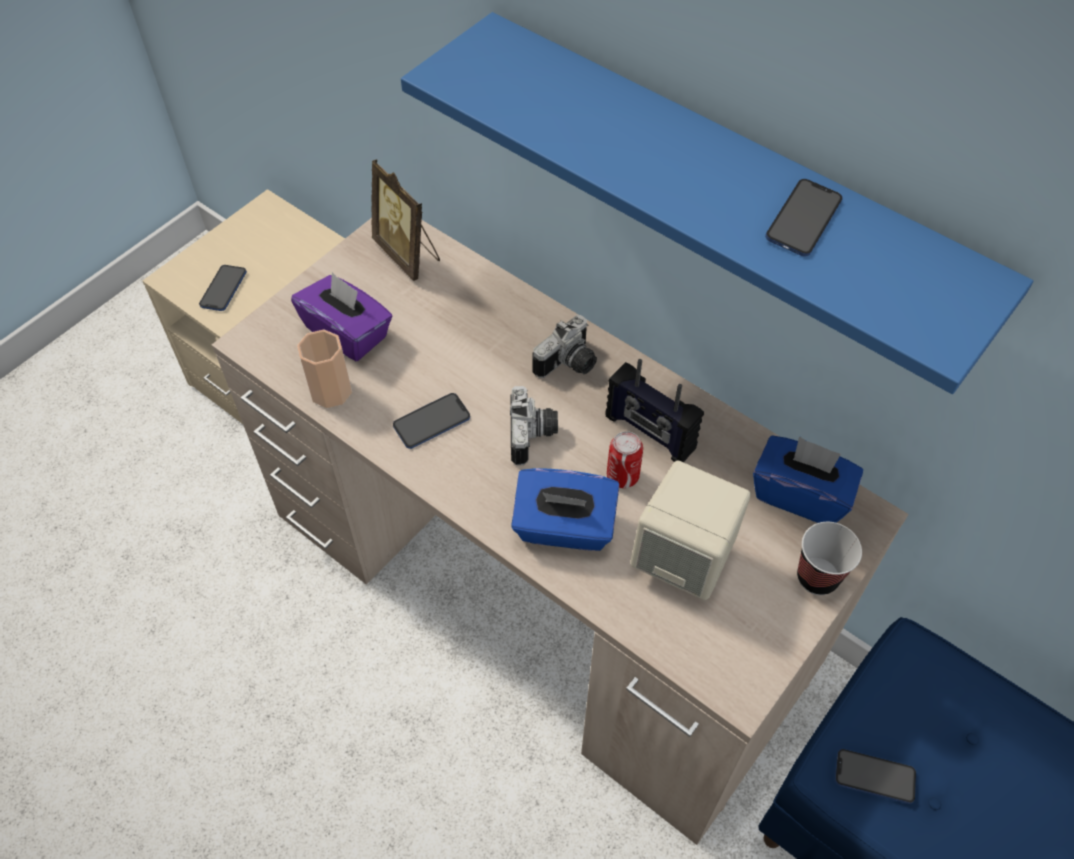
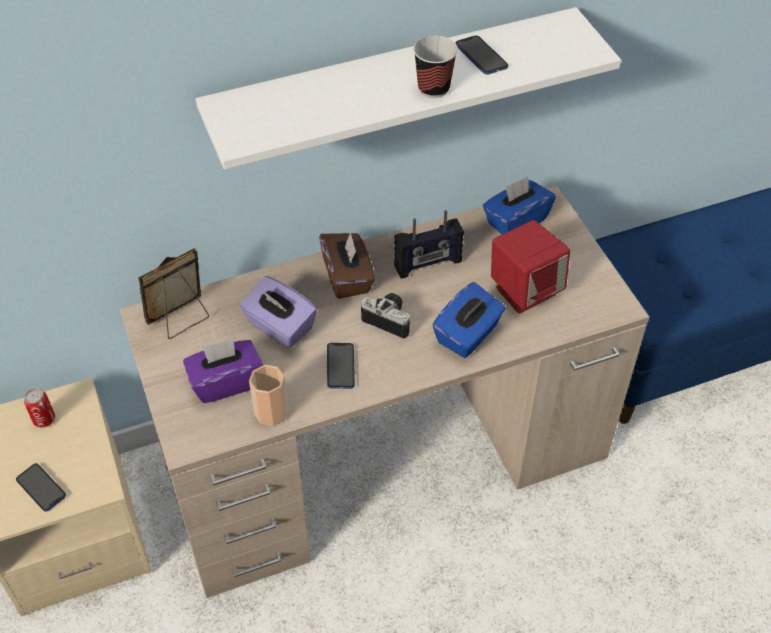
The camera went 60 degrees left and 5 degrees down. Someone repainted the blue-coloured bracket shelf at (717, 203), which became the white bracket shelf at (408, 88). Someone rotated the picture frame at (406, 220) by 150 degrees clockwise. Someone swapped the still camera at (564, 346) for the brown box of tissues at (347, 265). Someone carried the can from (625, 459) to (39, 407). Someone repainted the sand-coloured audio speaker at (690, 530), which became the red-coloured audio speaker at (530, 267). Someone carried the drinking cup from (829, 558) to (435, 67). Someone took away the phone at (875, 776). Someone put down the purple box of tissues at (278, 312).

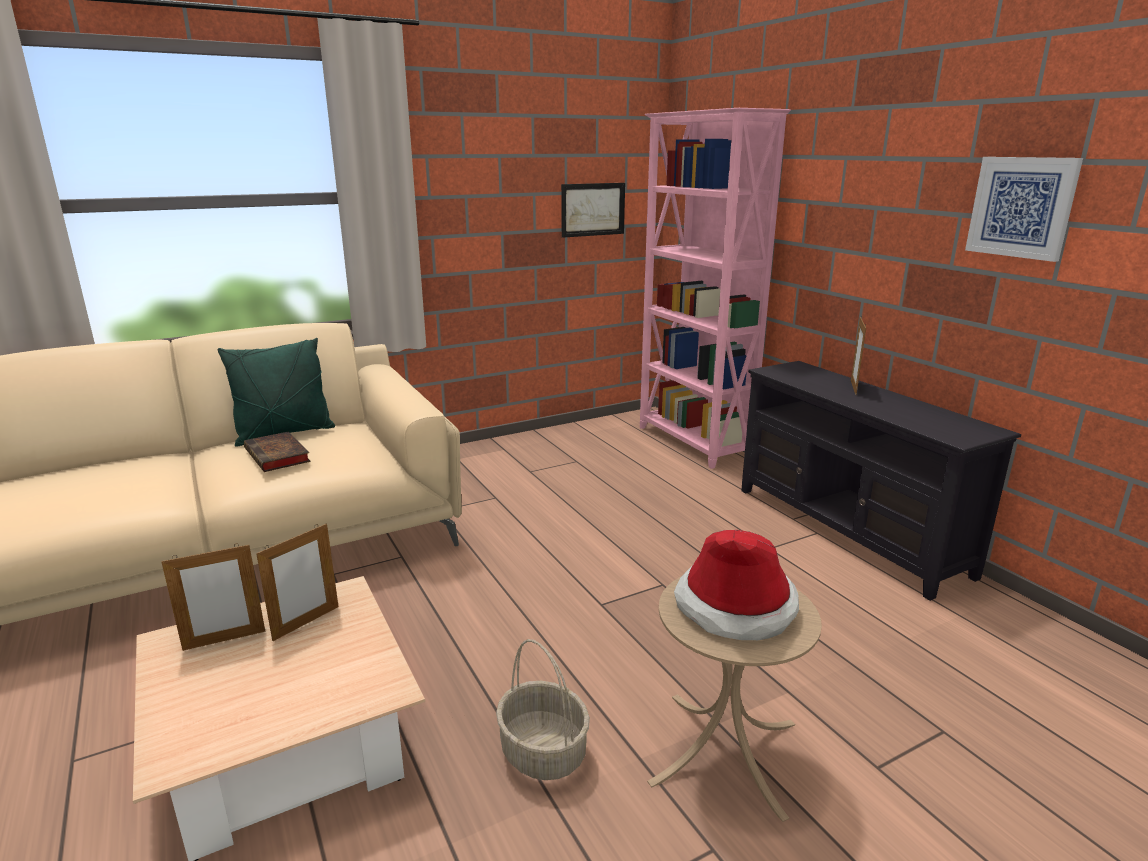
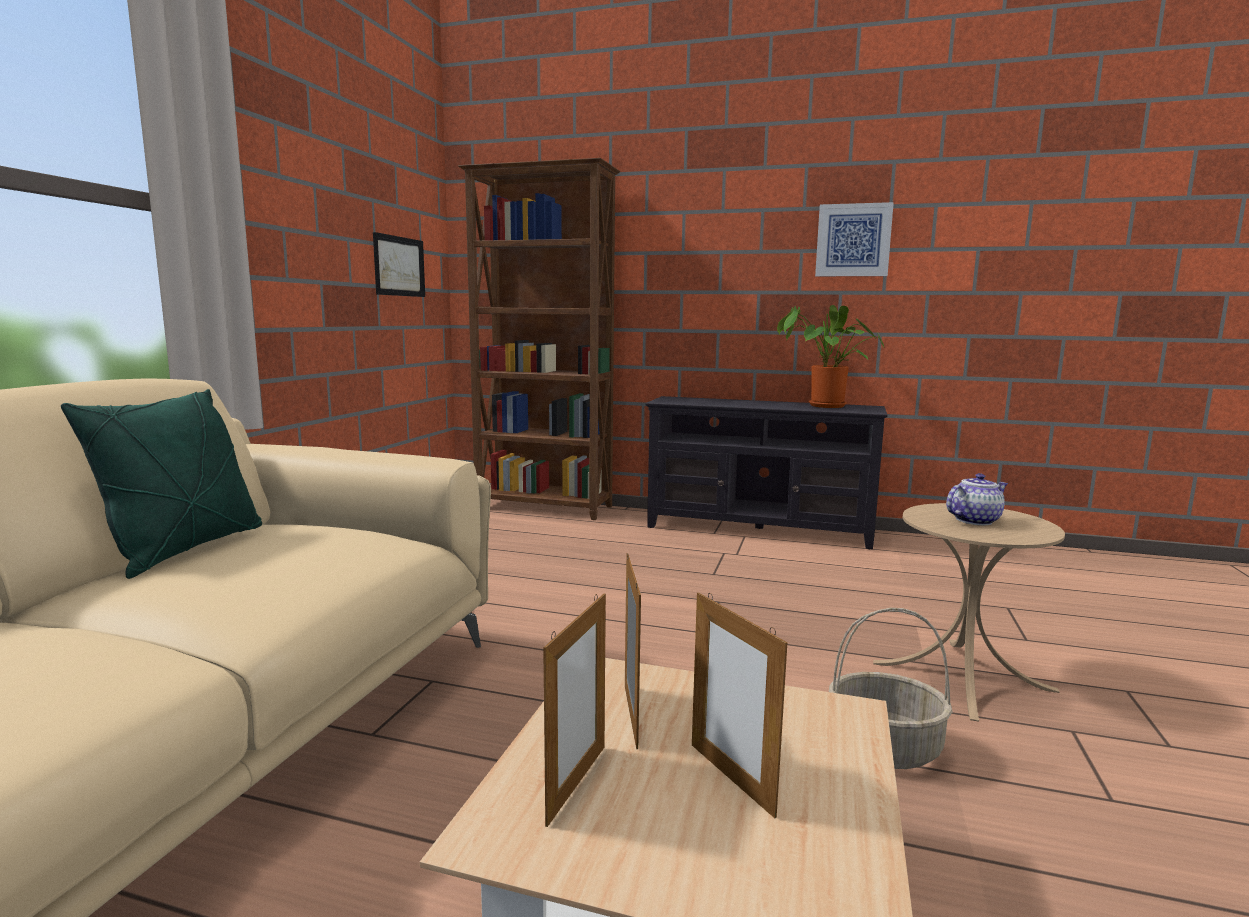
The camera went 45 degrees left and 10 degrees down. Someone repainted the pinkish bookcase at (715, 288), which became the brown bookcase at (539, 339). Someone carried the picture frame from (858, 356) to (739, 705). Someone took away the book at (277, 451). Someone swapped the hat at (736, 585) for the tea pot at (977, 499). Someone put down the potted plant at (830, 356).

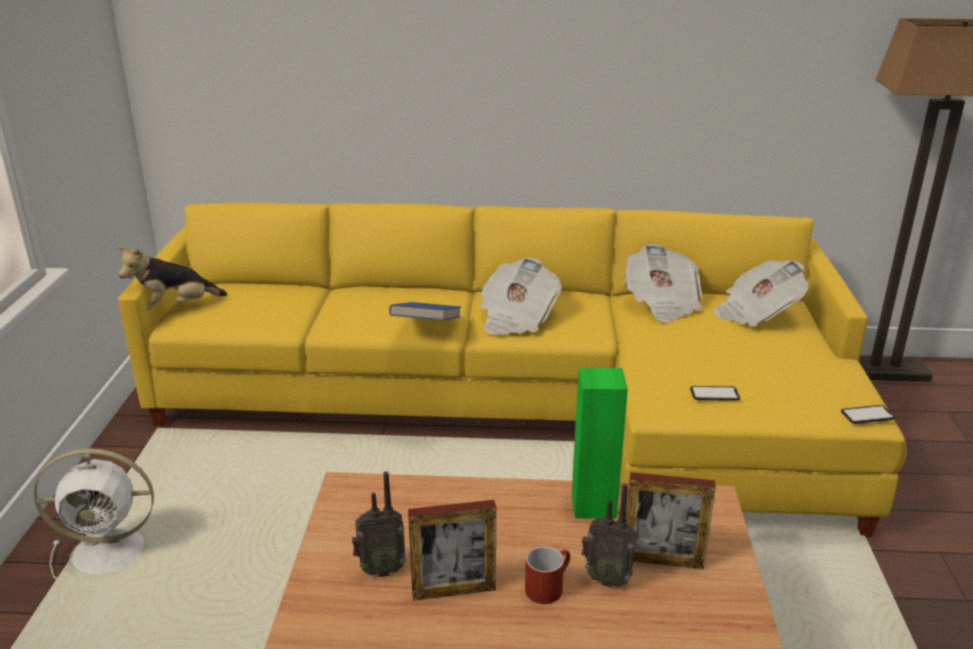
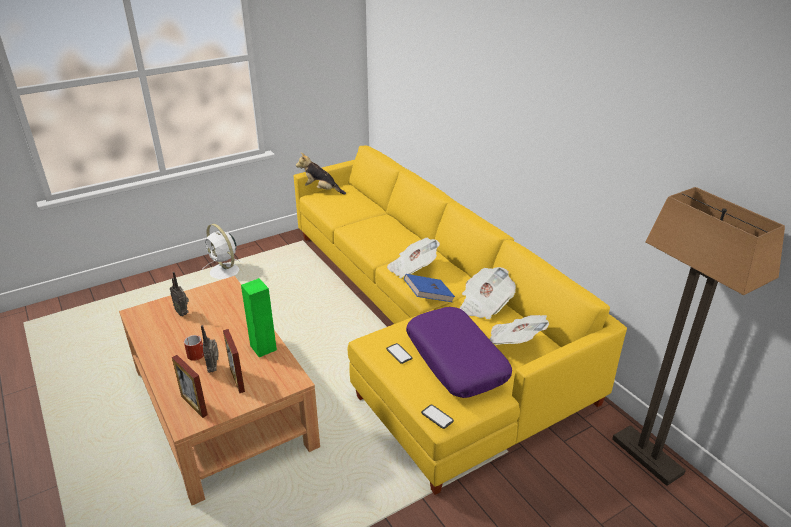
The camera went 55 degrees right and 5 degrees up. Someone carried the blue-coloured book from (424, 311) to (429, 288). Someone carried the picture frame from (452, 550) to (190, 386). Someone put down the purple pillow at (459, 352).

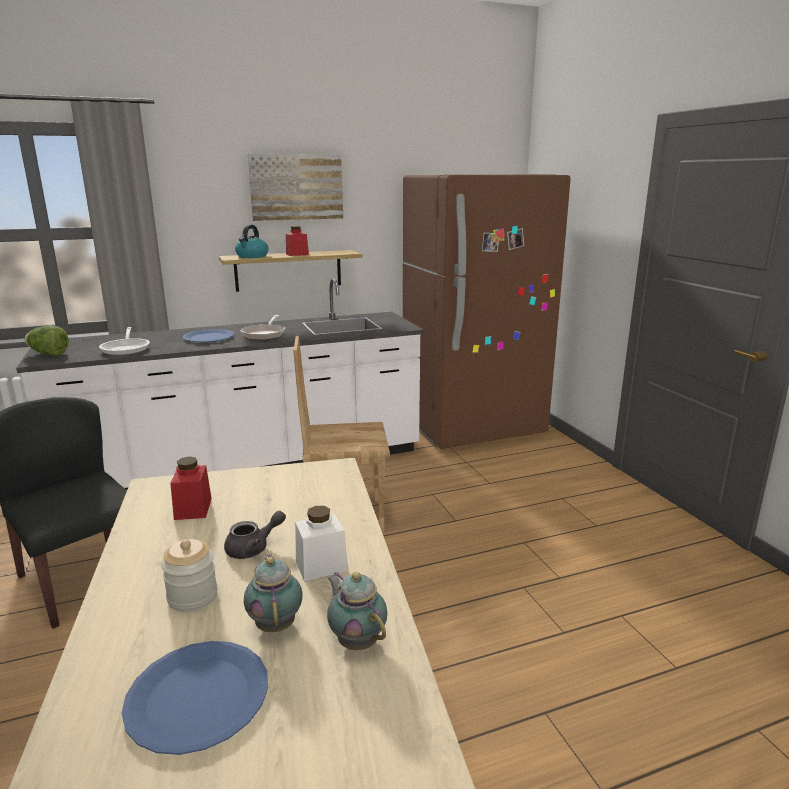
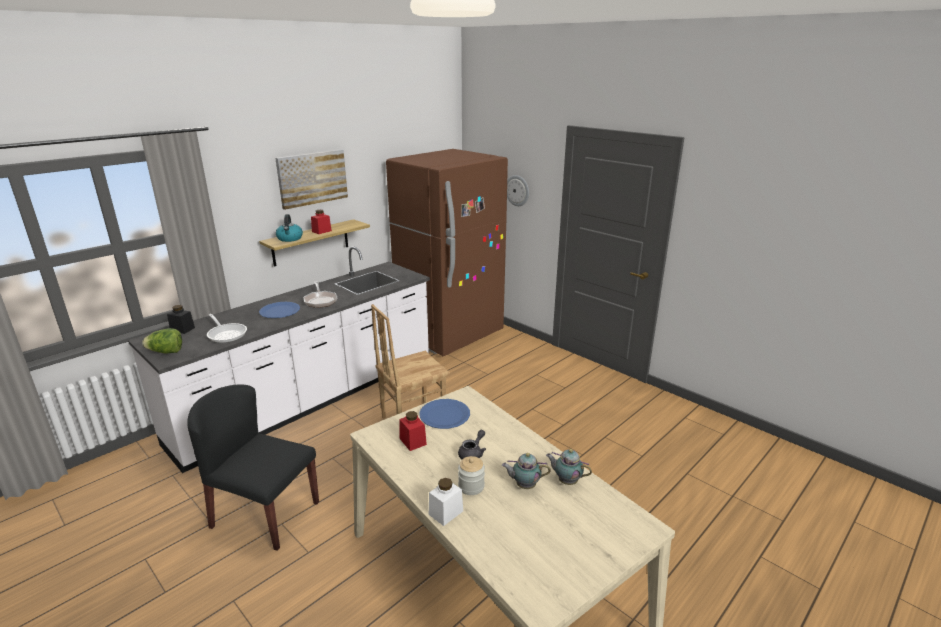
The camera went 25 degrees left and 5 degrees up. Someone carried the white storage jar from (321, 543) to (446, 502). Someone rotated the tea pot at (273, 593) by 45 degrees counterclockwise. Someone carried the blue-coloured plate from (195, 698) to (444, 414). Someone put up the clock on the wall at (518, 190). Someone put down the black storage jar at (181, 319).

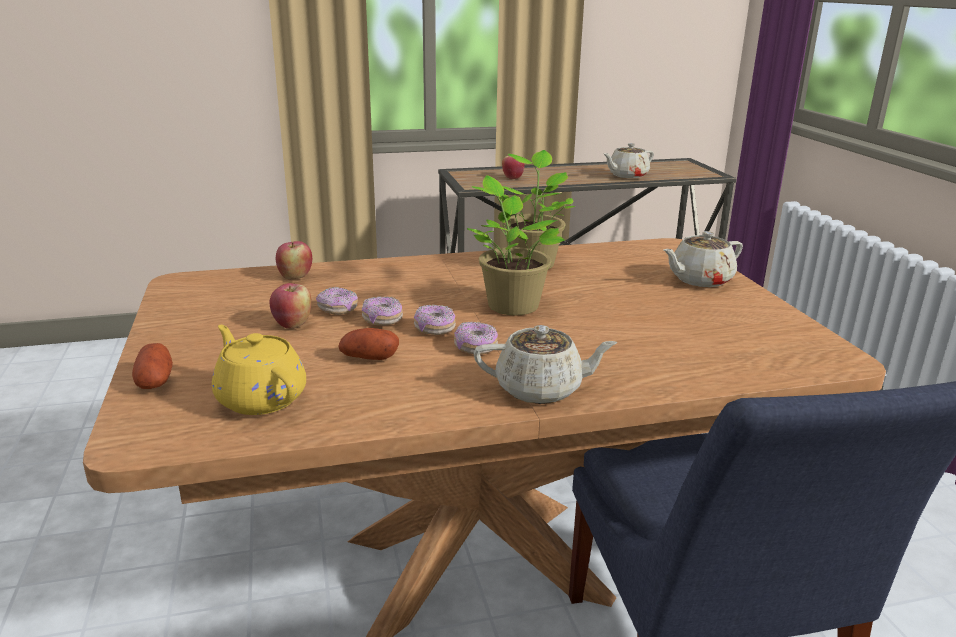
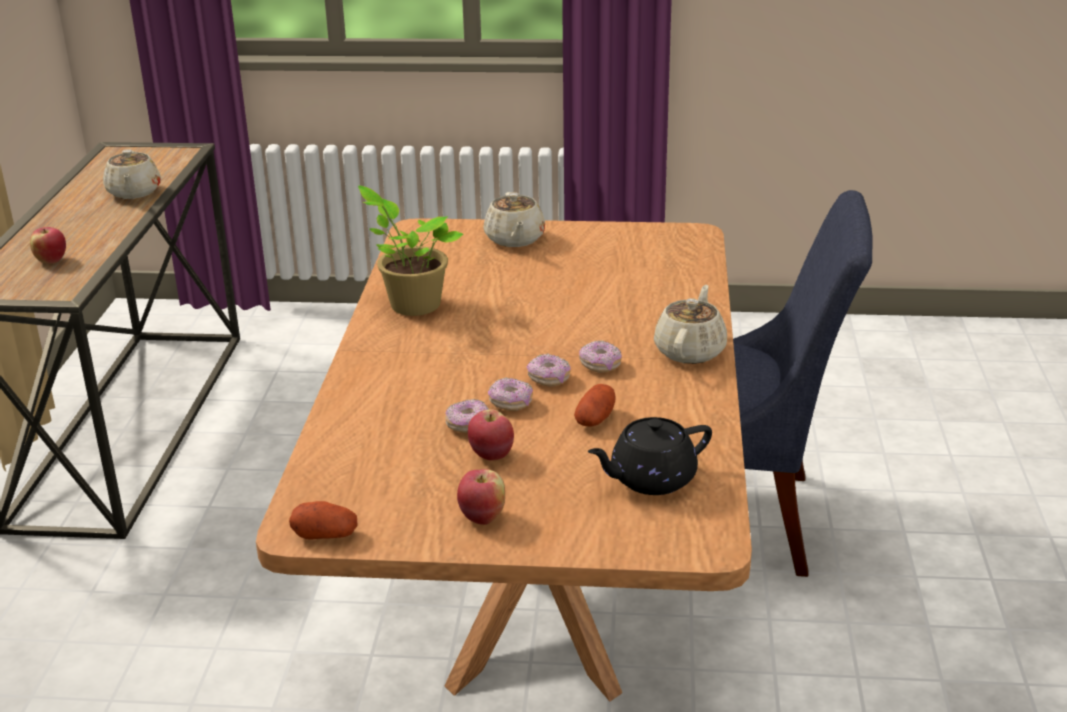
The camera went 70 degrees left and 5 degrees up. Someone took away the potted plant at (516, 245). Someone carried the apple fruit from (294, 260) to (481, 497). Someone repainted the yellow tea pot at (259, 370), which became the black tea pot at (650, 456). Someone carried the whole potato from (152, 366) to (323, 520).

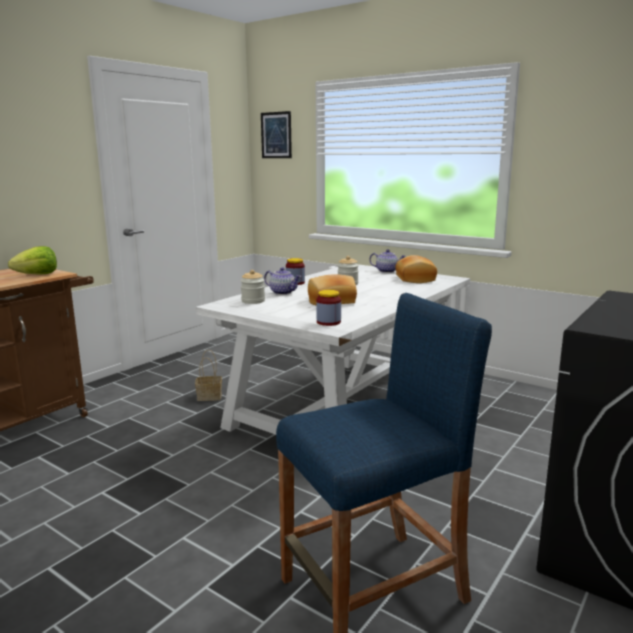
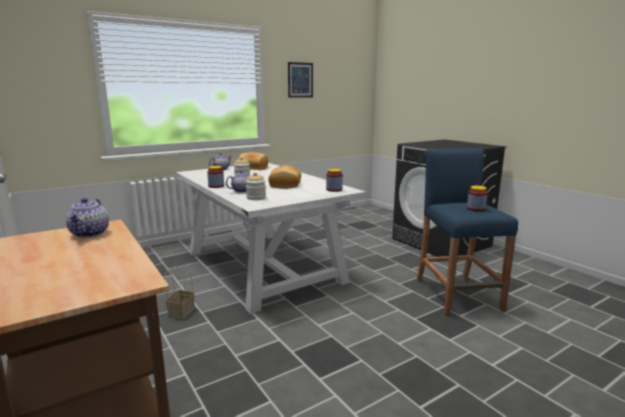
The camera went 70 degrees left and 0 degrees up. Someone carried the picture from (276, 134) to (300, 80). Someone swapped the head of lettuce at (32, 260) for the tea pot at (87, 218). Someone put down the storage jar at (477, 198).

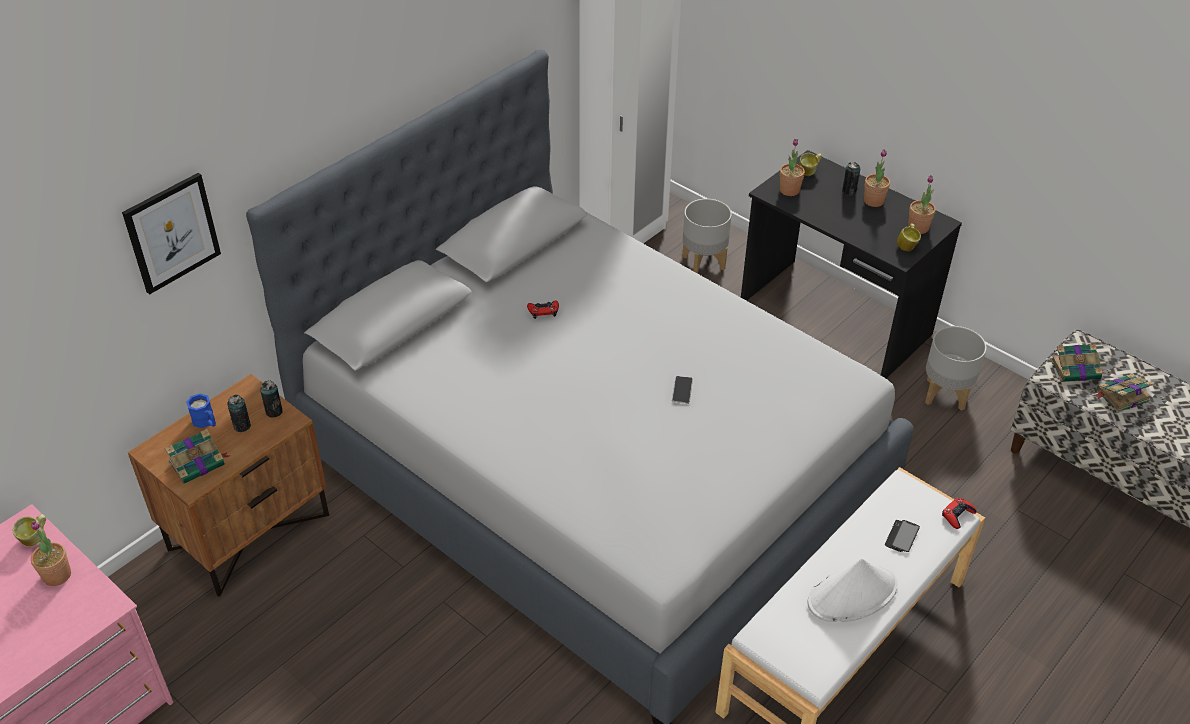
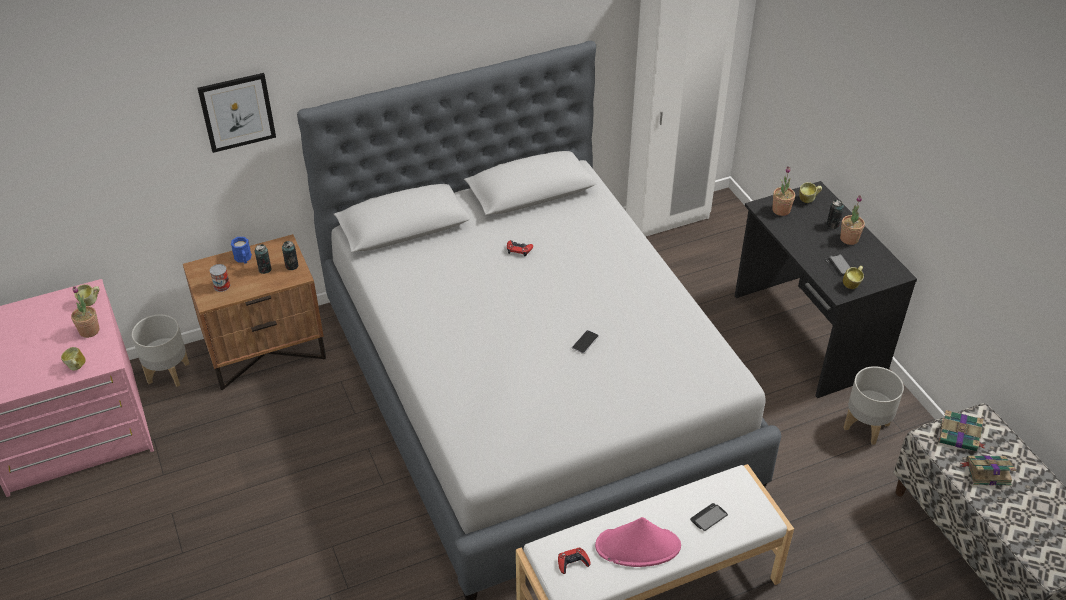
The camera went 25 degrees right and 0 degrees up. Someone took away the potted plant at (922, 204). Someone carried the greyish flower pot from (707, 236) to (160, 350). Someone swapped the book at (197, 456) for the can at (220, 278). Someone carried the red-coloured gamepad from (959, 513) to (574, 561). Someone repainted the white hat at (852, 590), which became the pinkish hat at (638, 542). Someone put down the phone at (837, 265). Someone put down the tea mug at (73, 359).

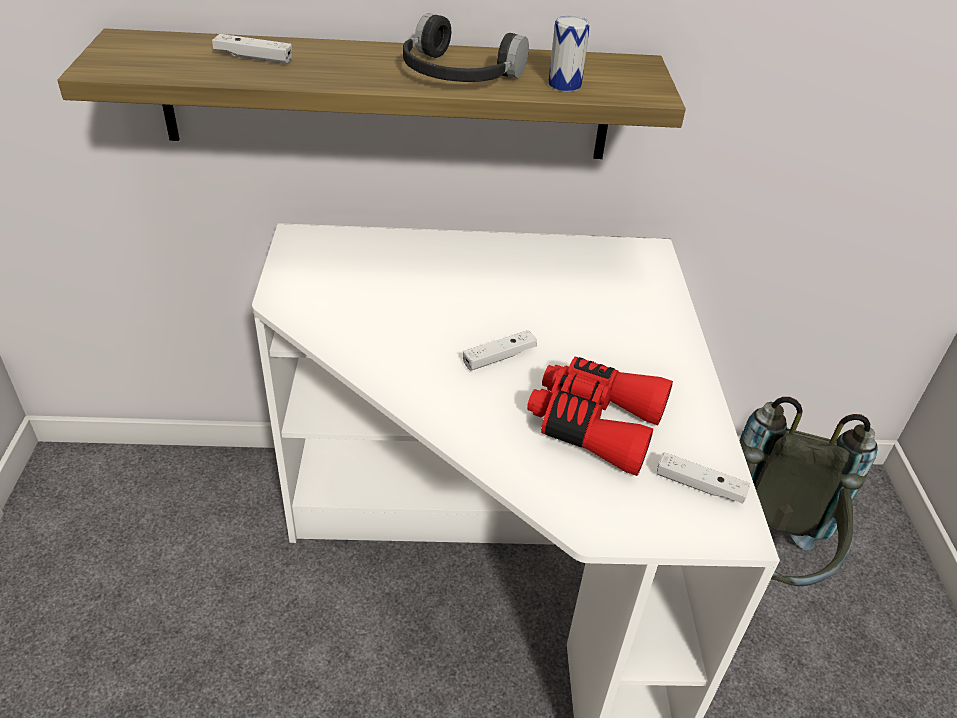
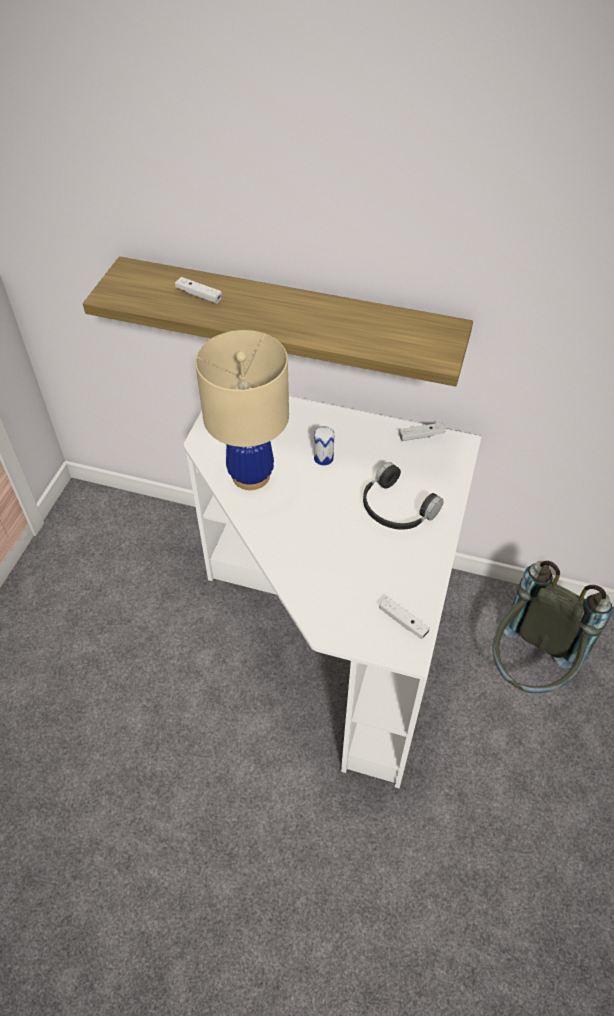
The camera went 20 degrees right and 10 degrees up. Someone carried the black pair of headphones from (466, 47) to (403, 496). Someone carried the can from (569, 53) to (324, 446). Someone carried the white gamepad from (500, 350) to (422, 432). Someone took away the red-coloured binoculars at (600, 416). Someone put down the sand-coloured lamp for a table at (242, 410).

